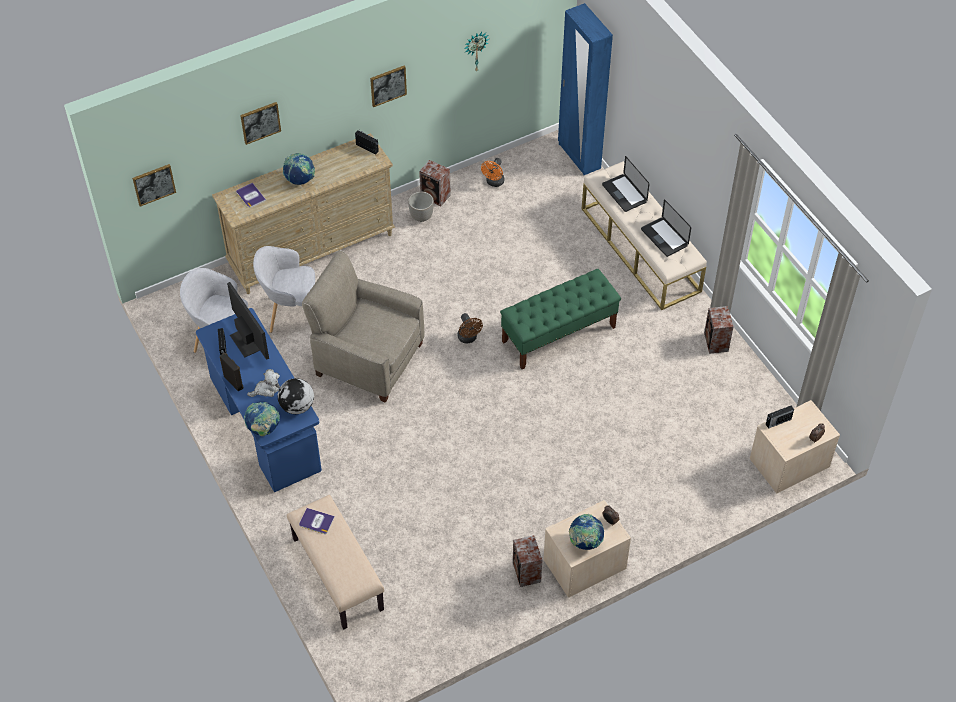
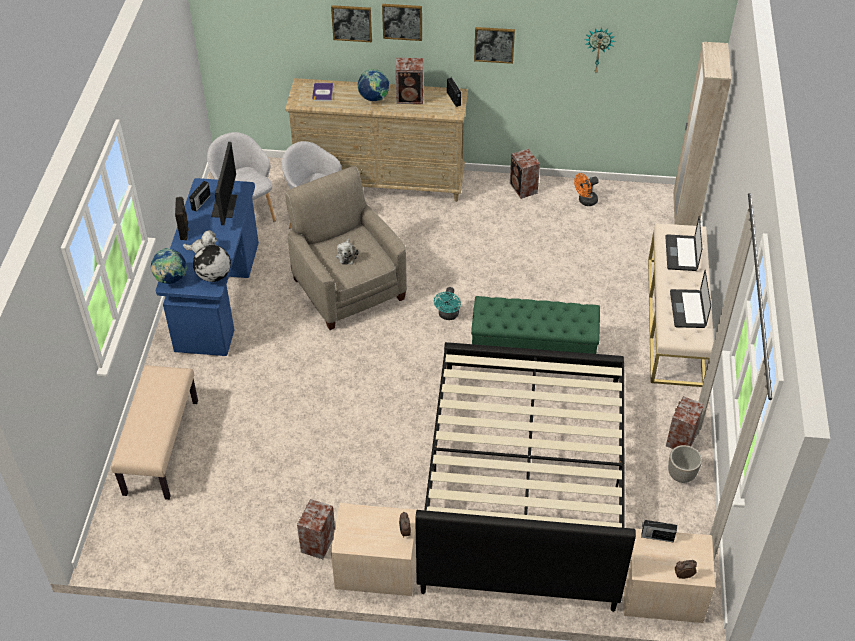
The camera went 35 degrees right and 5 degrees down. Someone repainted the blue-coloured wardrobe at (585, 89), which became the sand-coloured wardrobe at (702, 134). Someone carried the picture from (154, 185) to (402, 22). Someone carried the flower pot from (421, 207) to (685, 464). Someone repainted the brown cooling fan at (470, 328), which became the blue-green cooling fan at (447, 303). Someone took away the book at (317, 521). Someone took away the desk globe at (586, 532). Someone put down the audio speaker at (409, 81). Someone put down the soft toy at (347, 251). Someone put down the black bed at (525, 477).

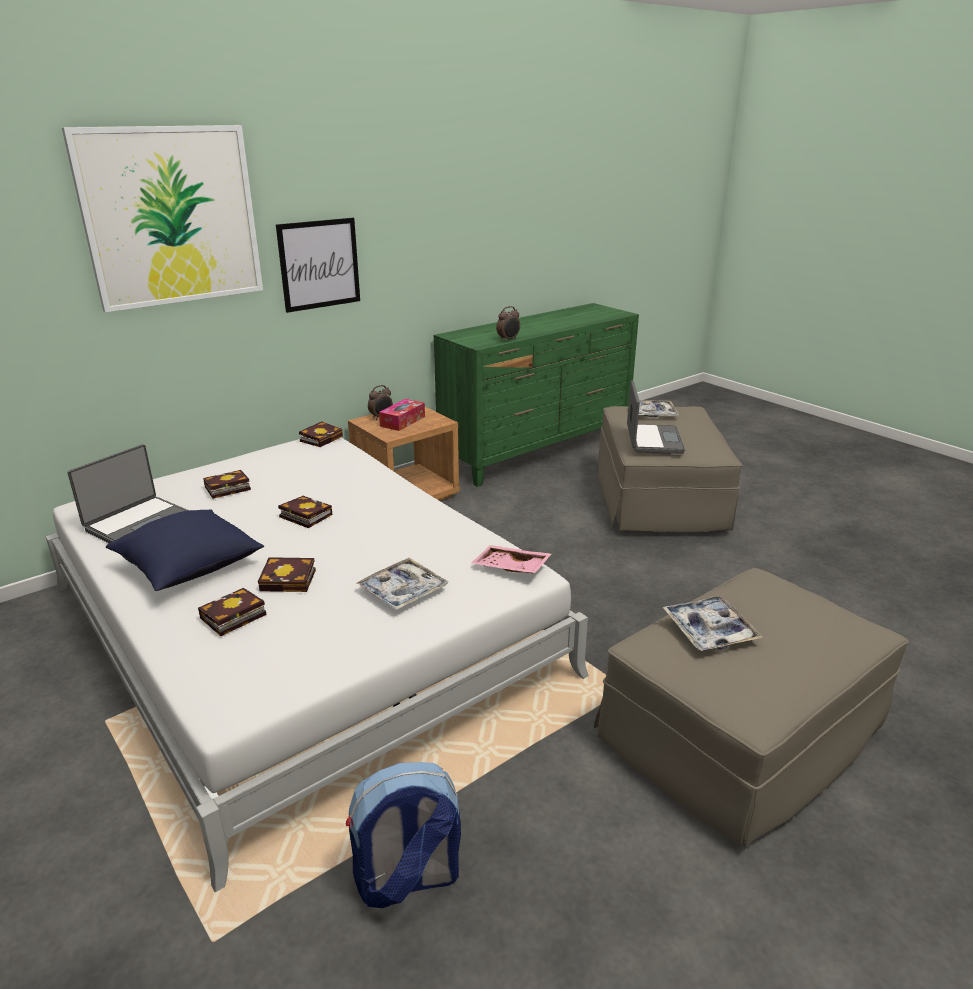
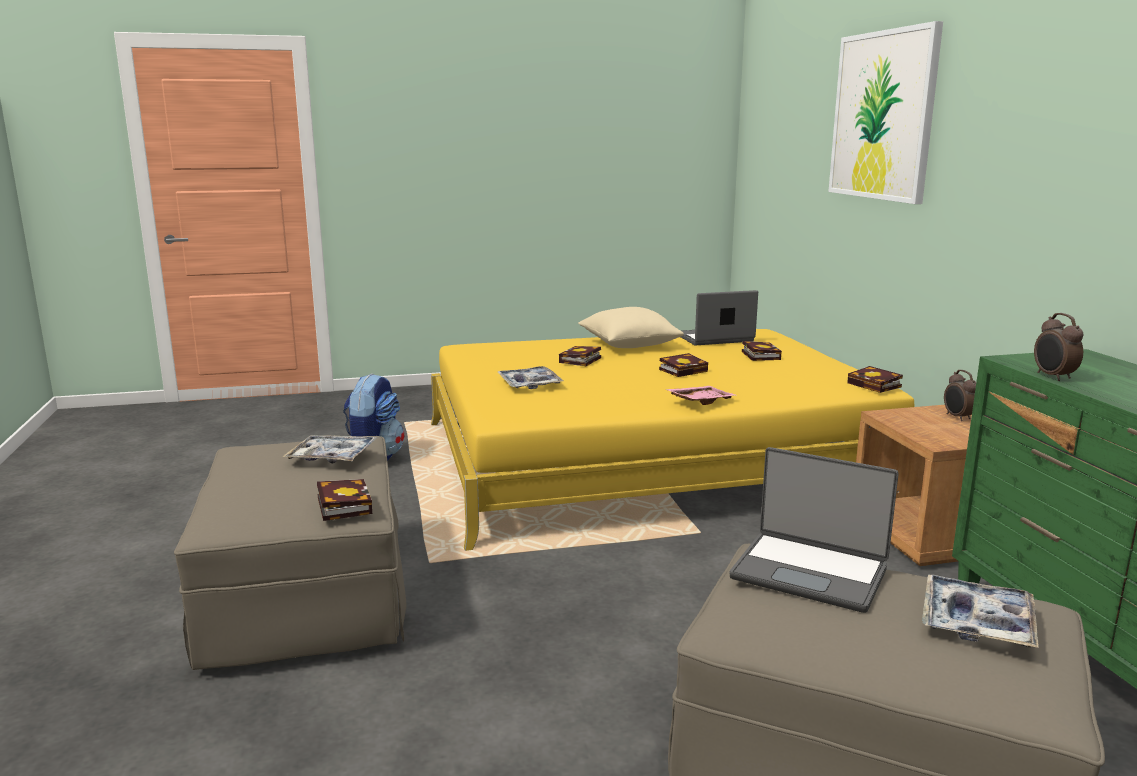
The camera went 115 degrees right and 10 degrees down. Someone took away the picture at (318, 265). Someone took away the box of tissues at (402, 415). Someone repainted the white bed at (317, 664), which became the yellow bed at (672, 440). Someone rotated the notebook computer at (128, 493) by 105 degrees clockwise. Someone repainted the blue-coloured pillow at (185, 550), which became the sand-coloured pillow at (631, 327). Someone carried the pinkish serving tray from (511, 559) to (701, 395). Someone carried the book from (232, 612) to (344, 500).

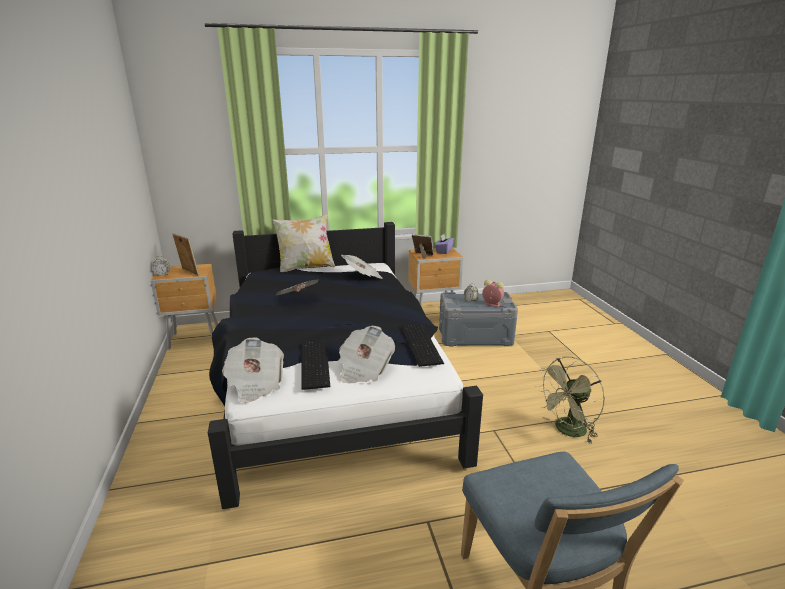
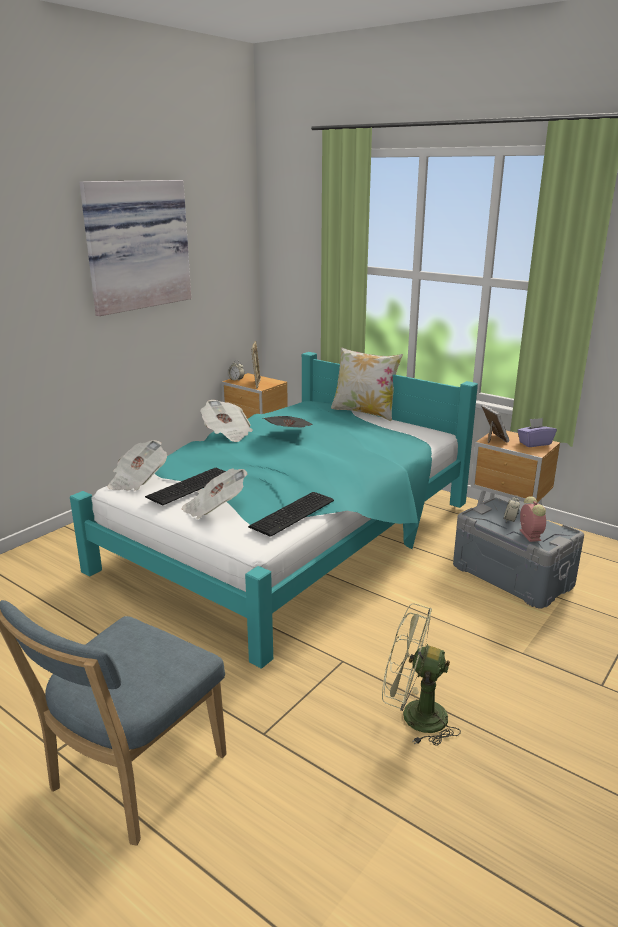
The camera went 50 degrees right and 0 degrees up. Someone repainted the black bed at (345, 365), which became the blue-green bed at (274, 510). Someone carried the newspaper from (362, 267) to (226, 421). Someone put up the picture at (135, 248).

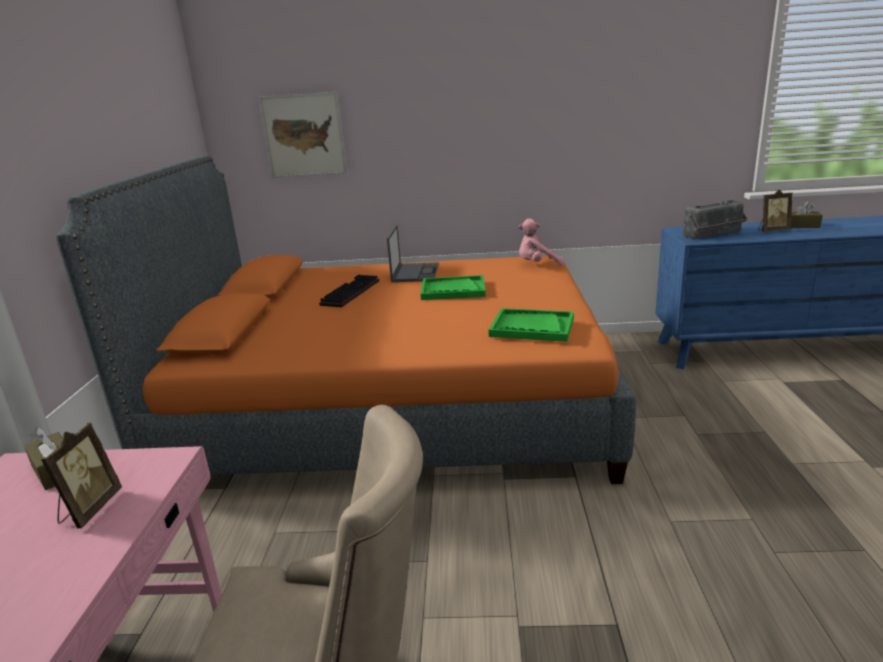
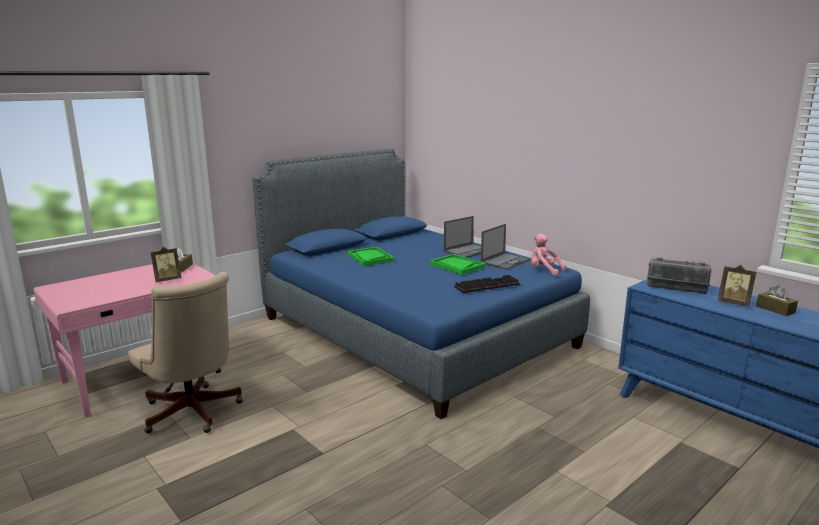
The camera went 45 degrees right and 5 degrees down. Someone took away the picture at (302, 135). Someone repainted the orange-coloured bed at (346, 320), which became the blue-coloured bed at (421, 284). Someone carried the keyboard from (349, 291) to (486, 284). Someone carried the green serving tray from (531, 325) to (370, 256). Someone put down the notebook computer at (505, 247).

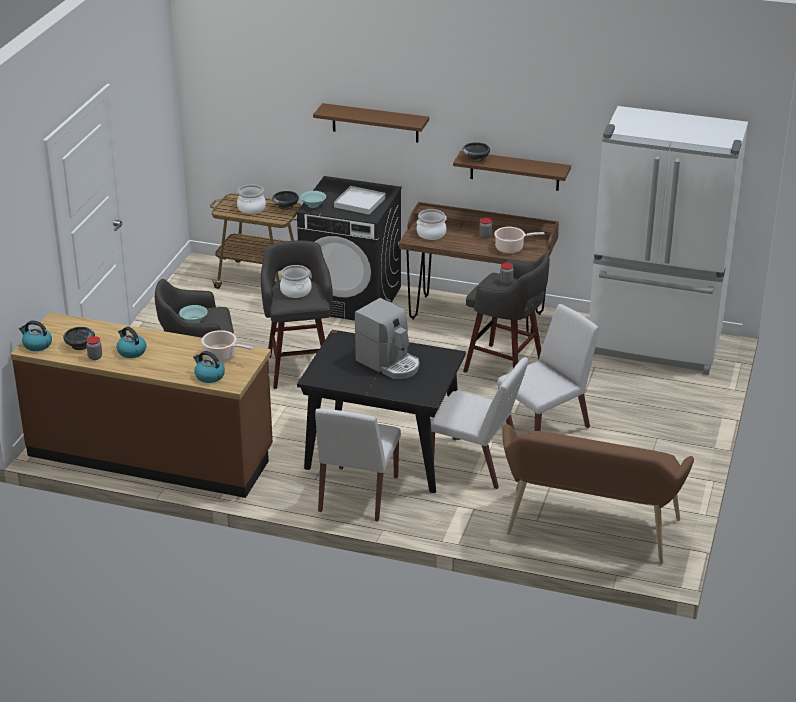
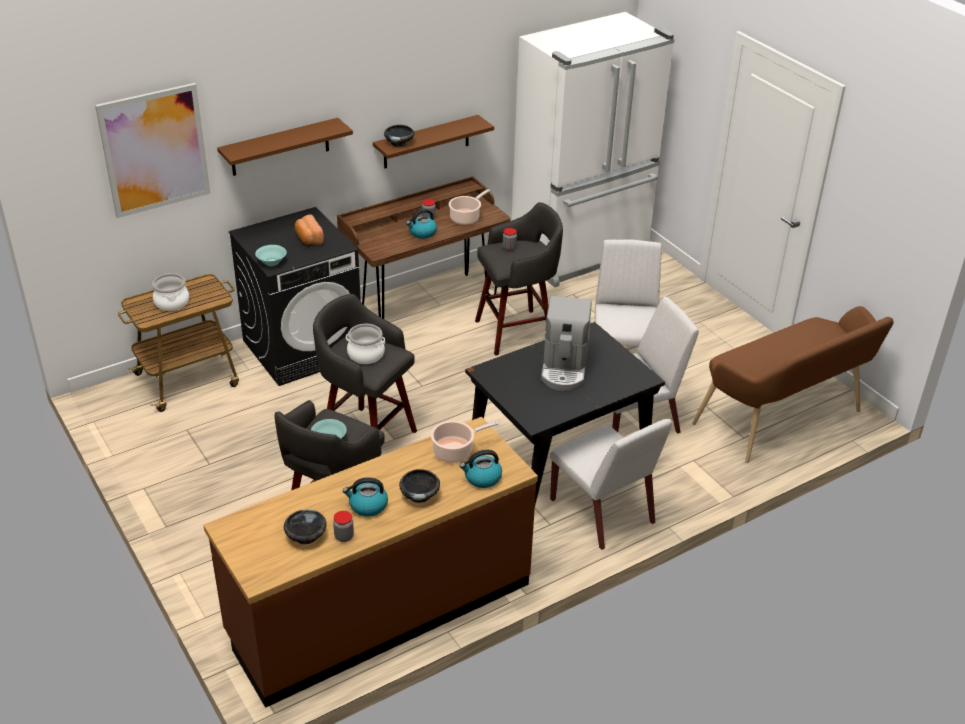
The camera went 50 degrees left and 5 degrees up. Someone swapped the white serving tray at (360, 200) for the baked bread at (309, 230). Someone carried the black bowl from (286, 200) to (419, 486). Someone took away the stockpot at (432, 224). Someone rotated the coffee brewer at (387, 338) by 105 degrees clockwise. Someone carried the water kettle from (35, 335) to (421, 224). Someone put up the picture at (153, 150).

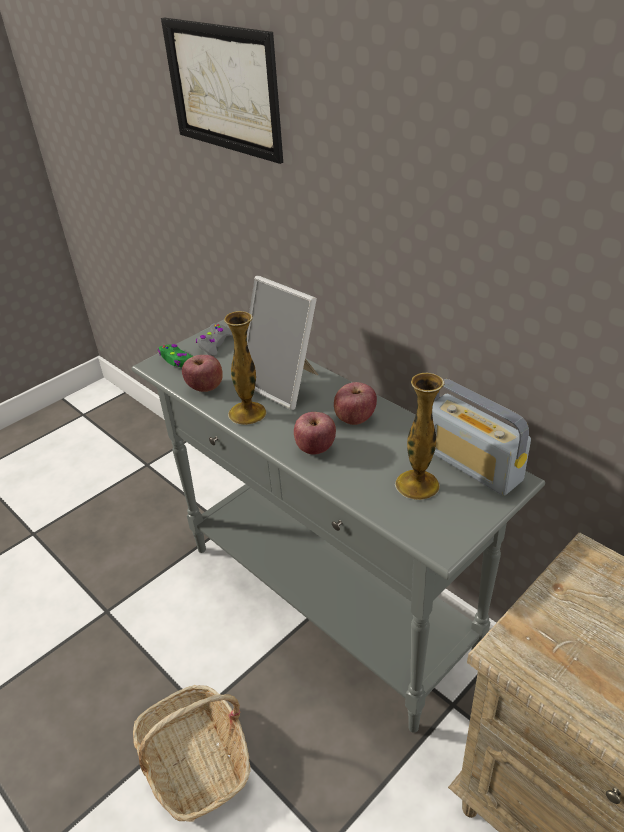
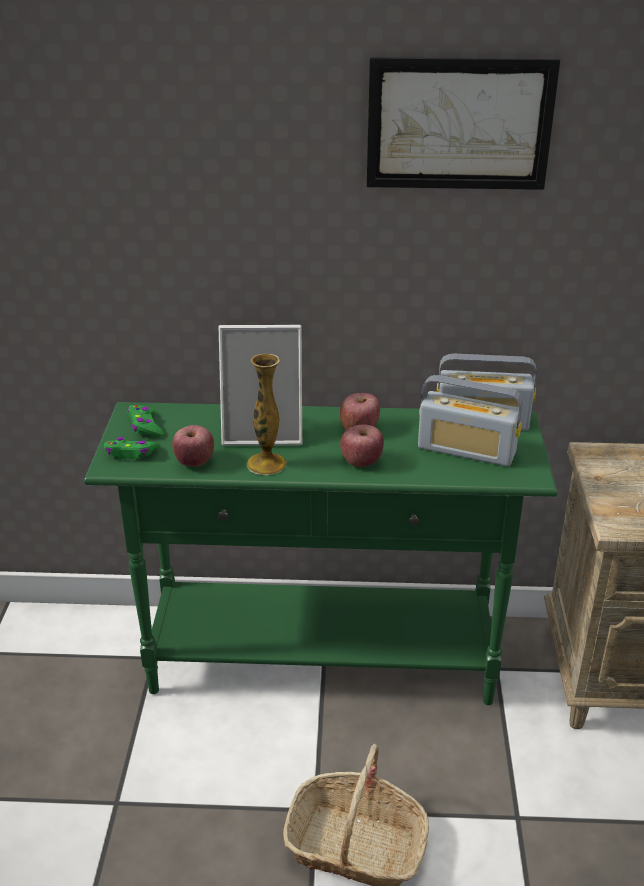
The camera went 45 degrees left and 5 degrees down. Someone carried the picture from (222, 91) to (463, 123). Someone repainted the greyish narrow table at (338, 526), which became the green narrow table at (321, 553). Someone repainted the greyish gamepad at (214, 340), which became the green gamepad at (145, 421). Someone swapped the decorative vase at (420, 436) for the radio receiver at (470, 420).

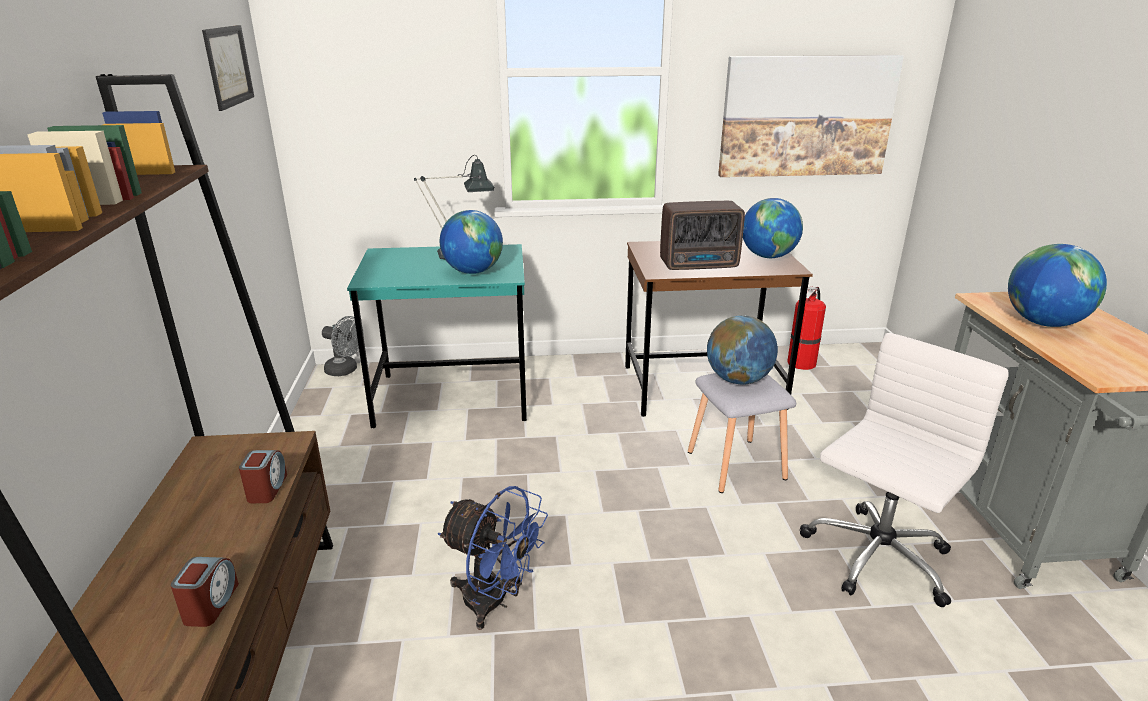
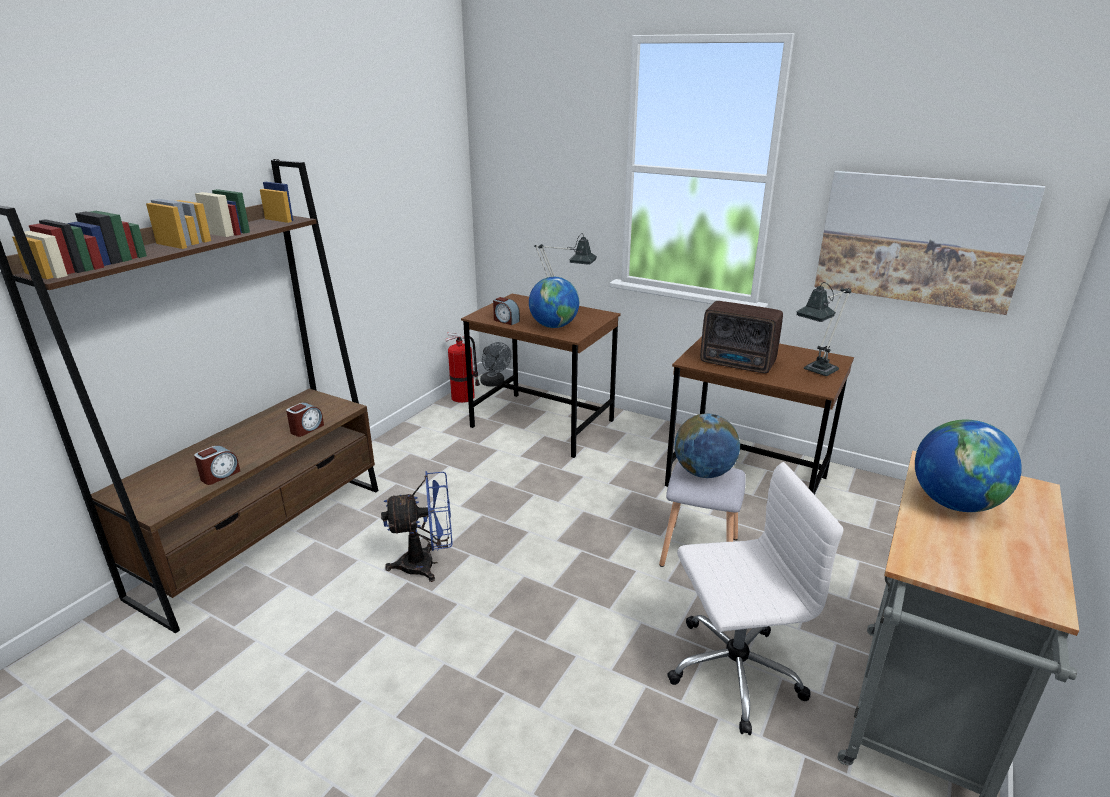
The camera went 35 degrees right and 0 degrees up. Someone took away the picture at (228, 68). Someone swapped the desk globe at (773, 228) for the lamp for a table at (823, 329). Someone repainted the blue-green desk unit at (437, 336), which became the brown desk unit at (541, 376). Someone carried the fire extinguisher from (806, 328) to (463, 368). Someone rotated the blue-coloured cooling fan at (493, 558) by 75 degrees counterclockwise. Someone put down the bedside clock at (506, 311).

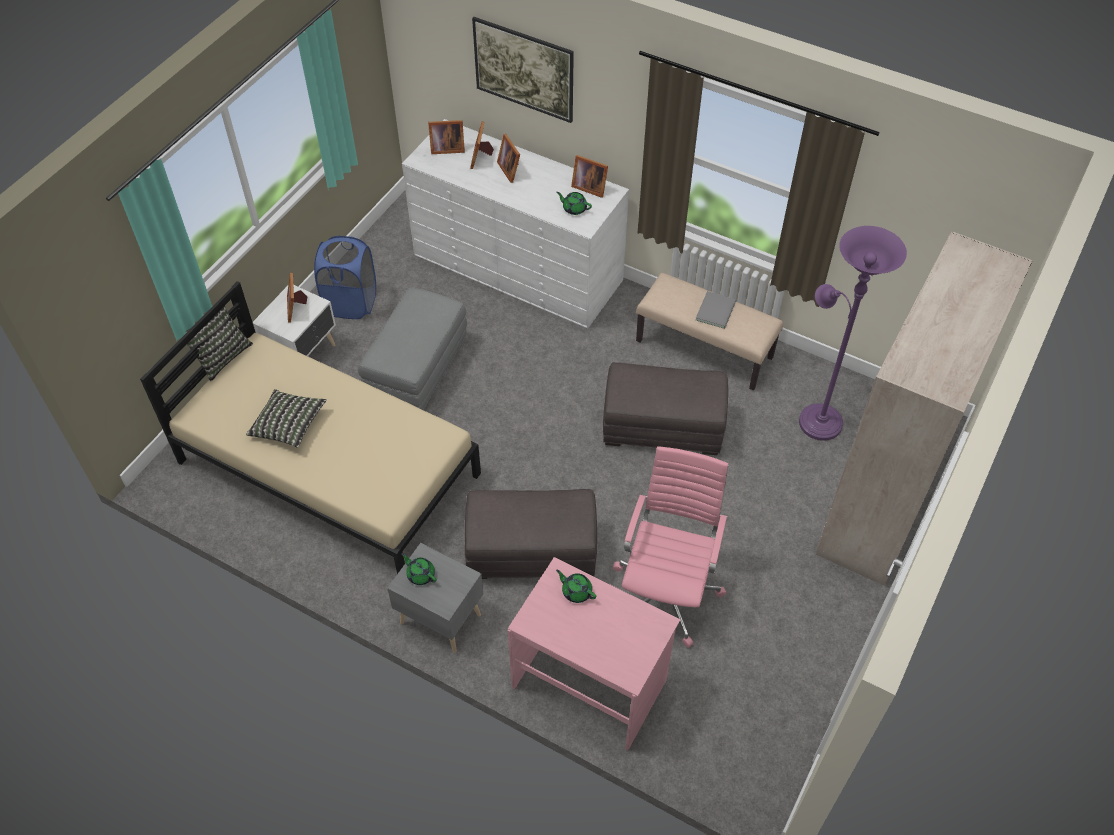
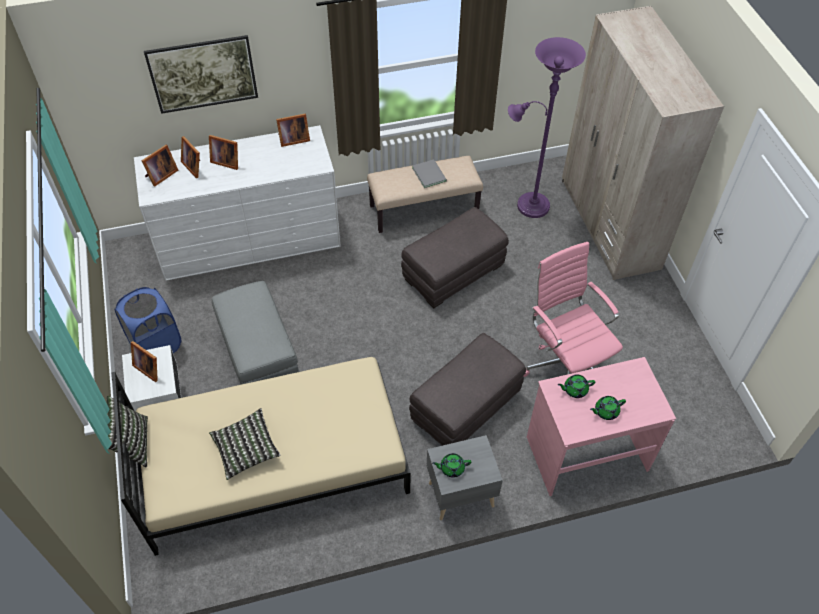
The camera went 45 degrees left and 0 degrees up. Someone carried the green tea pot from (574, 203) to (608, 408).

